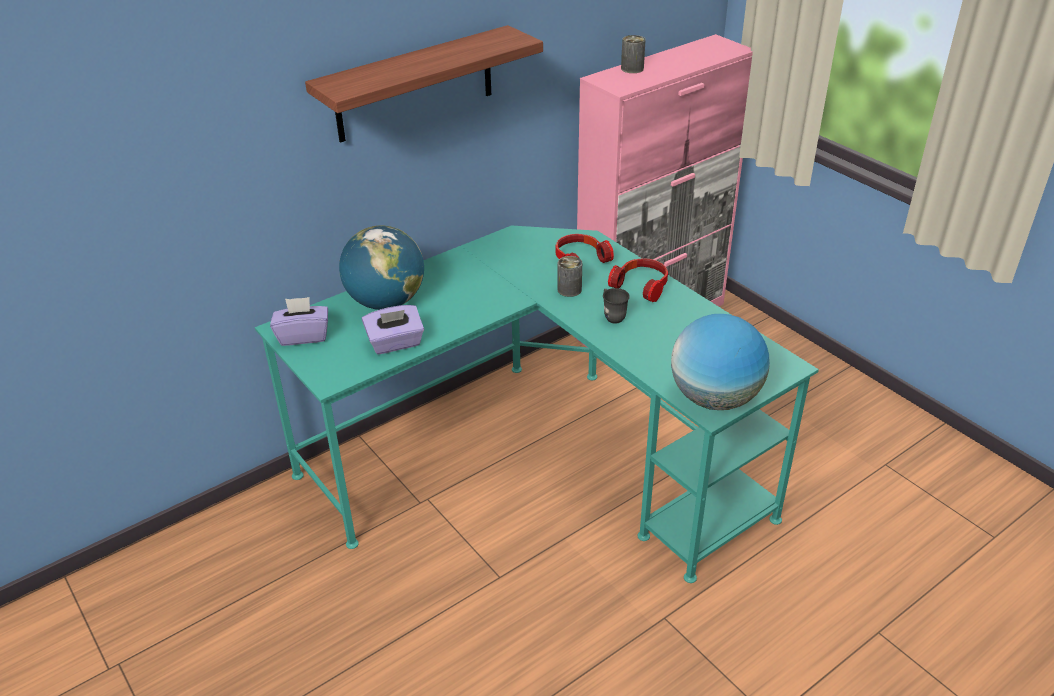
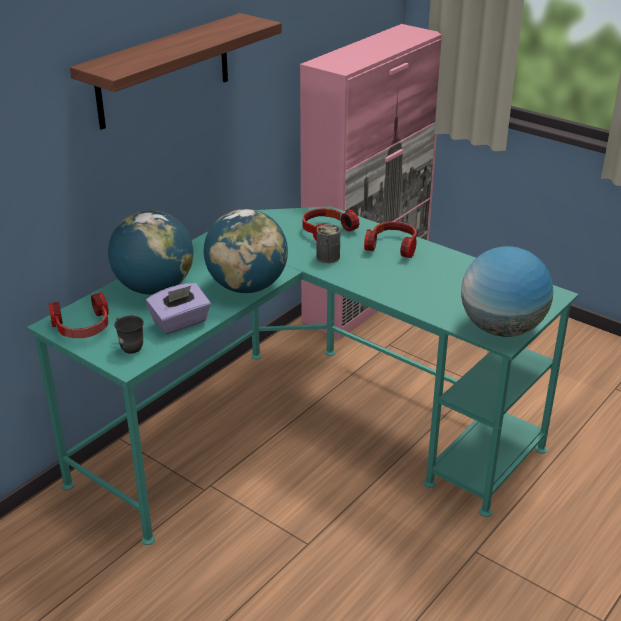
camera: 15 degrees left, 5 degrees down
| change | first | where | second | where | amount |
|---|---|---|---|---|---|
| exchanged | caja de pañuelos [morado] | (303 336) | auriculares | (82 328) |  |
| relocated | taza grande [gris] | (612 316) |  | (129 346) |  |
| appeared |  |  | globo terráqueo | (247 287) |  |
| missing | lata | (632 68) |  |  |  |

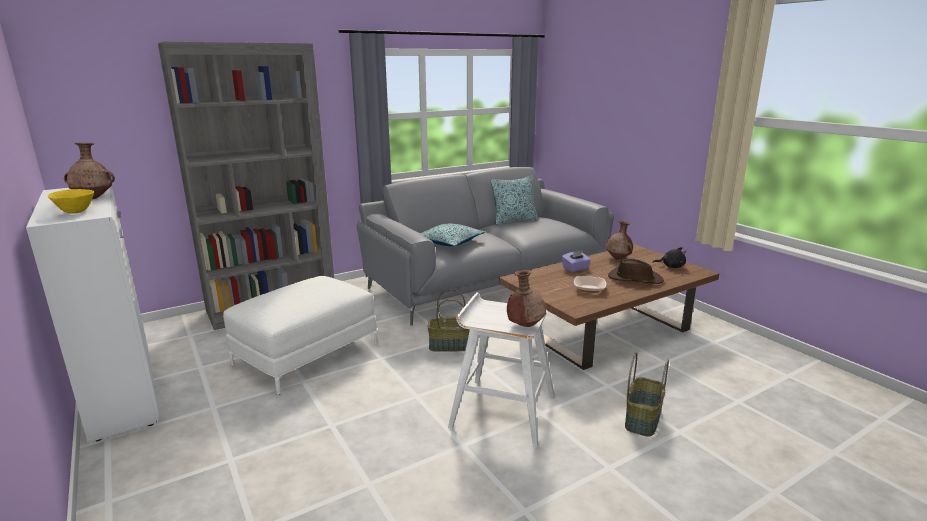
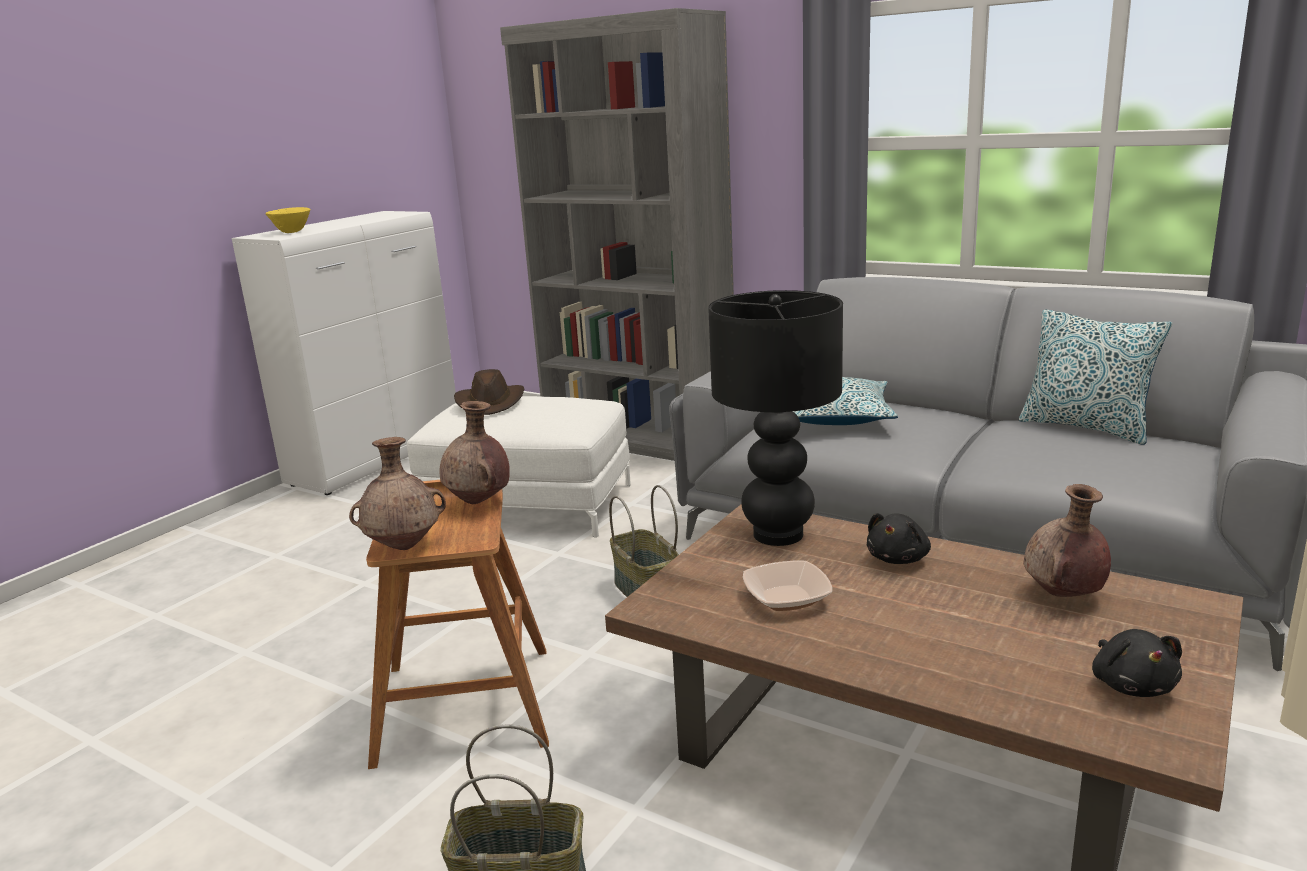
camera: 65 degrees right, 0 degrees up
| change | first | where | second | where | amount |
|---|---|---|---|---|---|
| colour | taburete [blanco] | (502 410) | taburete [marrón] | (465 702) |  |
| relocated | florero [marrón] | (94 198) |  | (479 501) |  |
| relocated | sombrero [marrón] | (634 279) |  | (490 403) |  |
| appeared |  |  | lámpara de mesa [negro] | (779 534) |  |
| exchanged | caja de pañuelos [morado] | (575 268) | peluche [negro] | (899 558) |  |

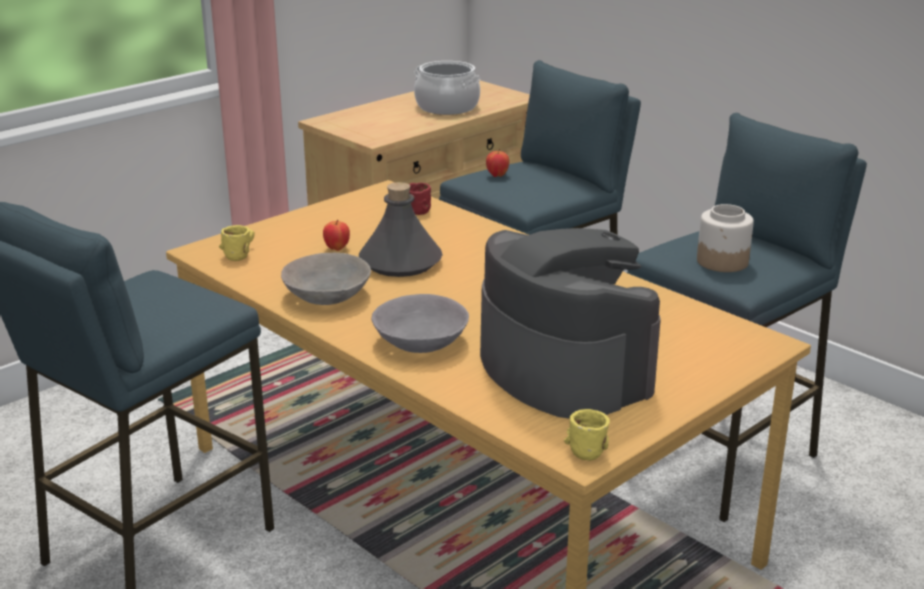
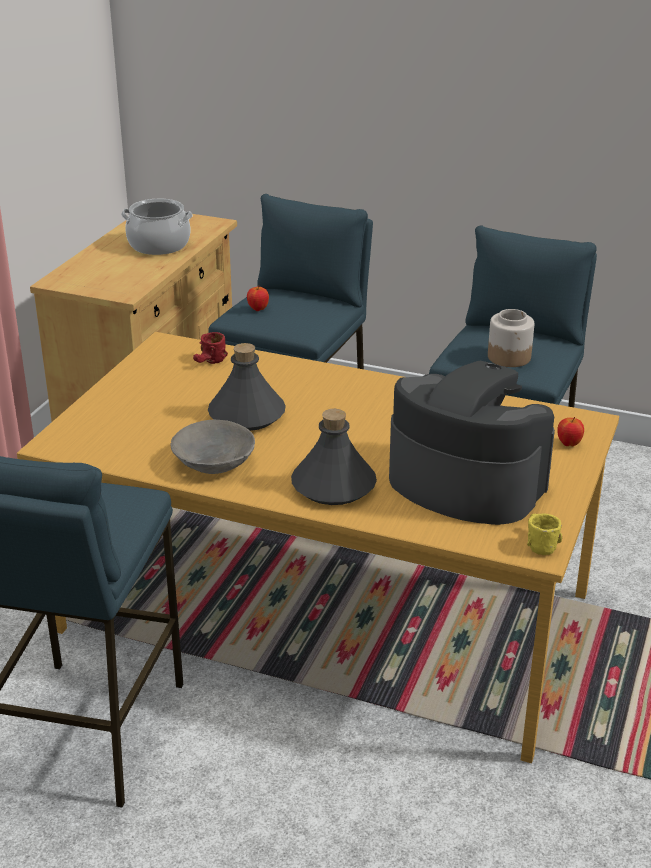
camera: 25 degrees left, 5 degrees up
| change | first | where | second | where | amount |
|---|---|---|---|---|---|
| exchanged | cuenco [gris] | (420 341) | botella [gris] | (333 486) |  |
| relocated | manzana | (337 248) |  | (569 444) |  |
| missing | taza grande [amarillo] | (240 253) |  |  |  |

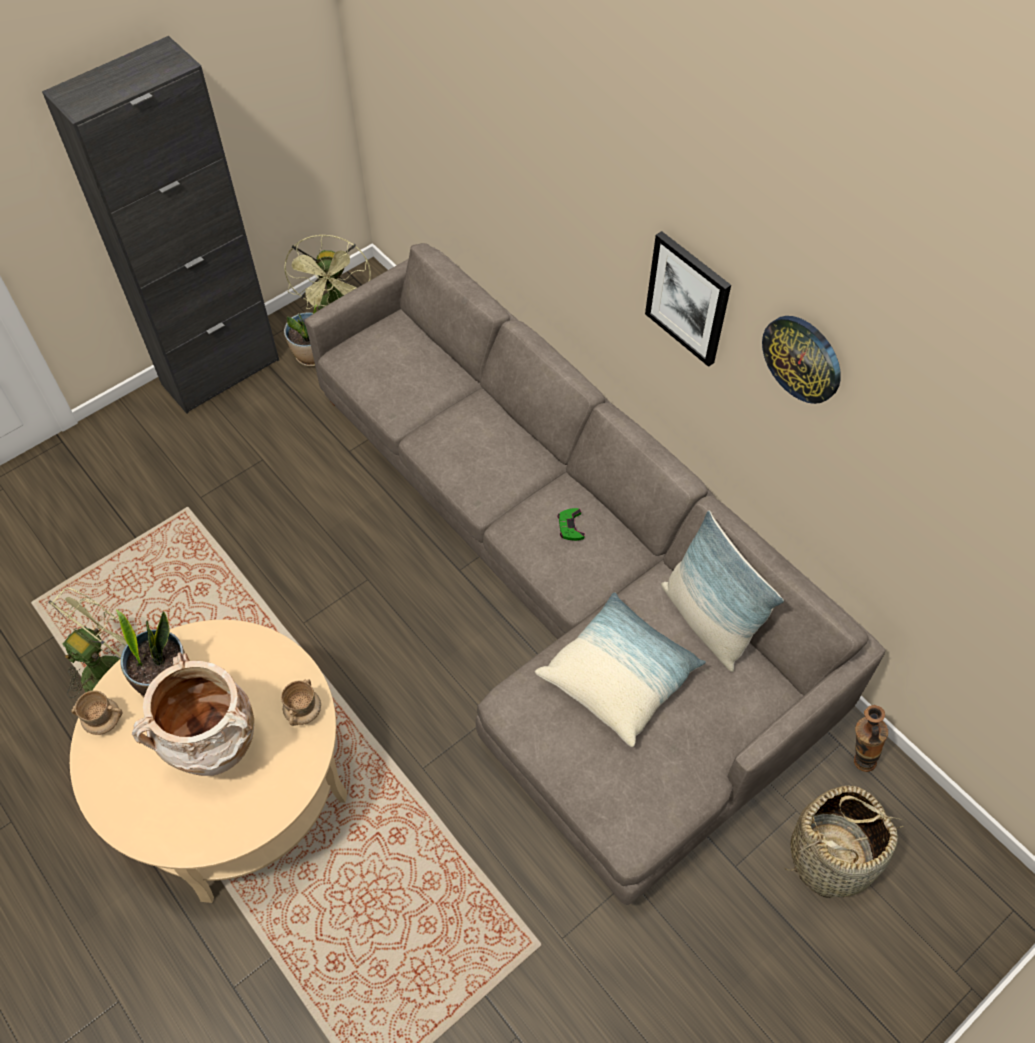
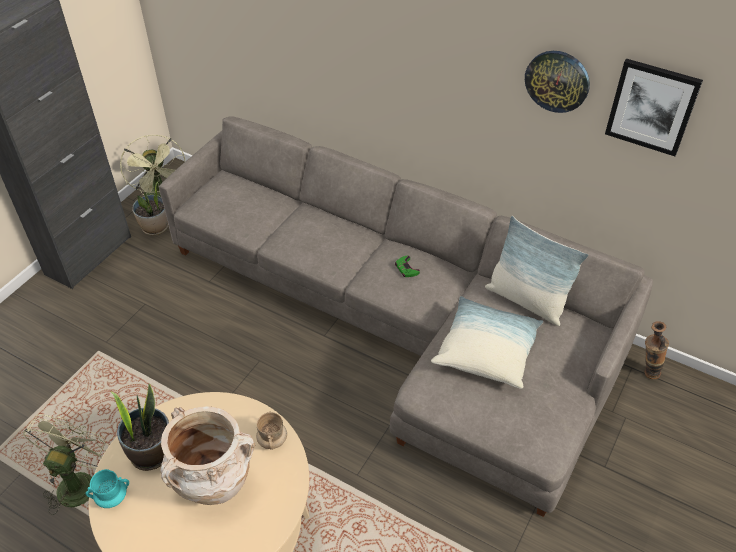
camera: 20 degrees left, 10 degrees down
| change | first | where | second | where | amount |
|---|---|---|---|---|---|
| colour | taza grande [beis] | (104 721) | taza grande [turquesa] | (112 497) |  |
| relocated | cuadro | (688 298) |  | (652 106) |  |
| missing | cesta | (832 856) |  |  |  |

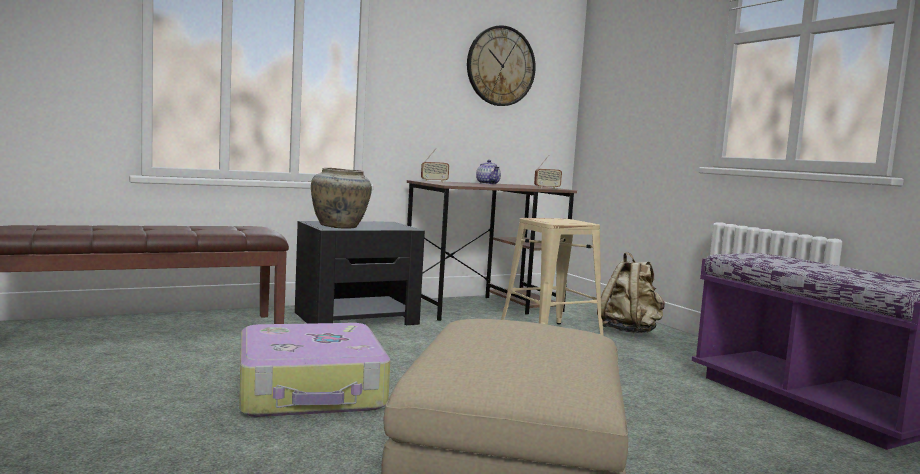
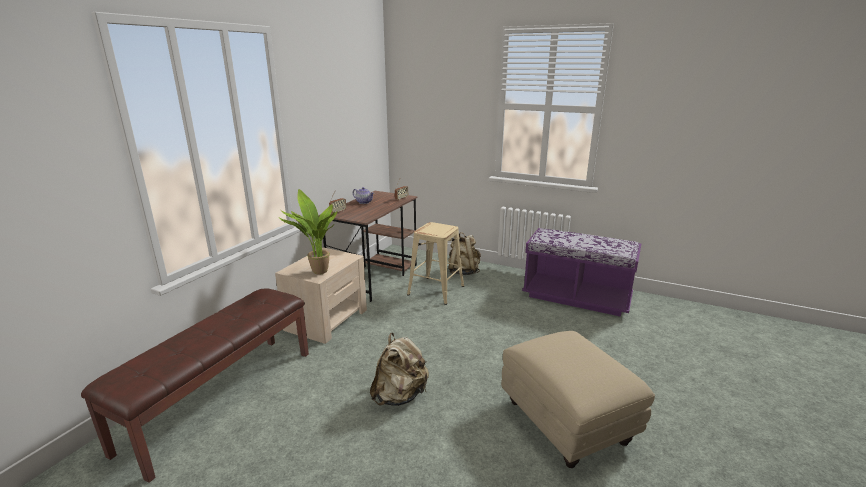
camera: 35 degrees left, 15 degrees up
| change | first | where | second | where | amount |
|---|---|---|---|---|---|
| colour | mesita de noche [negro] | (357 318) | mesita de noche [beis] | (327 319) |  |
| exchanged | florero [beis] | (339 227) | planta en maceta | (317 272) |  |
| exchanged | maleta | (312 391) | mochila [beis] | (400 396) |  |
| missing | reloj de pared | (500 66) |  |  |  |

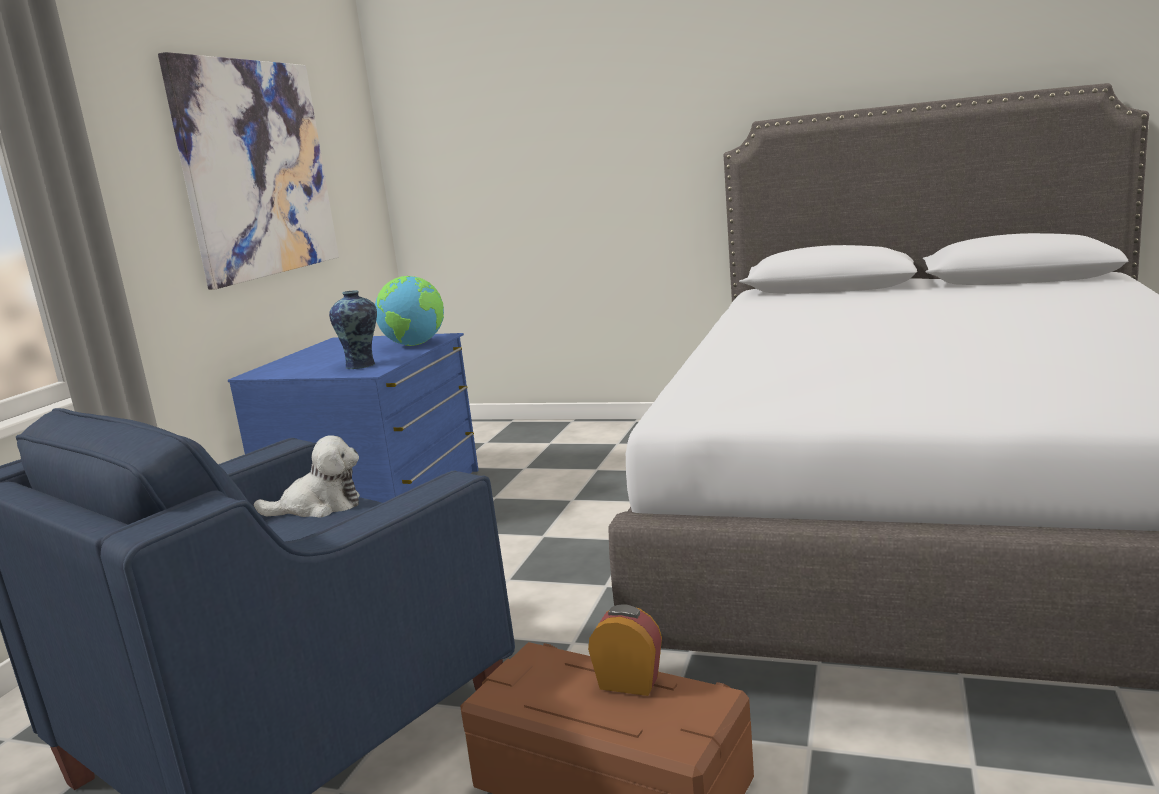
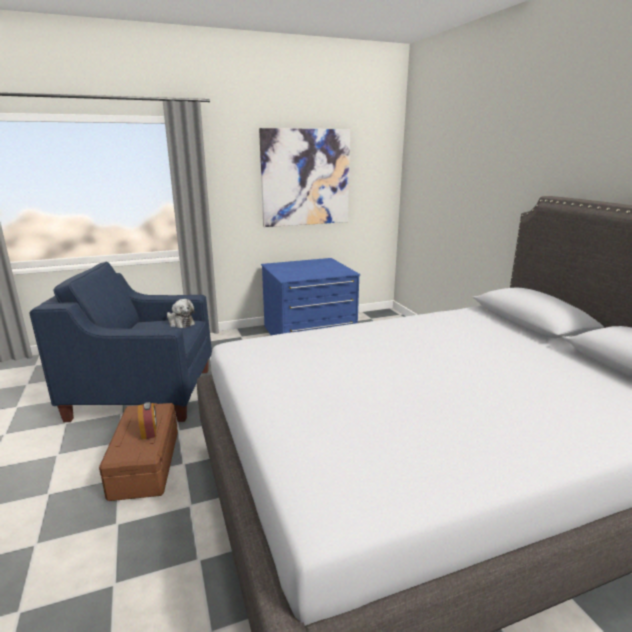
camera: 50 degrees right, 5 degrees up
| change | first | where | second | where | amount |
|---|---|---|---|---|---|
| missing | florero | (362 365) |  |  |  |
| missing | globo terráqueo | (415 344) |  |  |  |

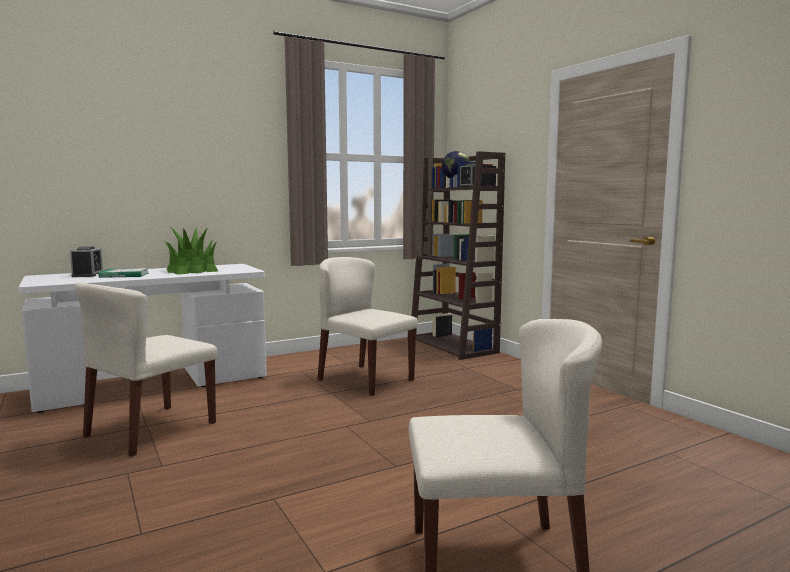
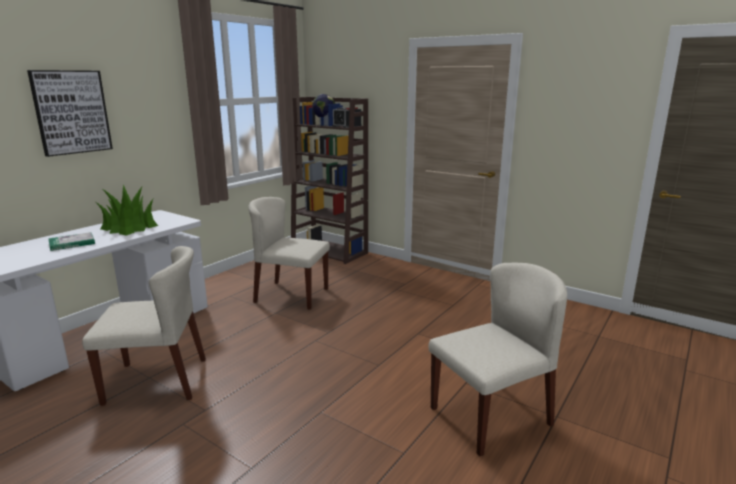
camera: 25 degrees left, 10 degrees up
| change | first | where | second | where | amount |
|---|---|---|---|---|---|
| appeared |  |  | cuadro | (71 112) |  |
| spun | silla [beis] | (151 430) |  | (157 380) | 105 degrees counterclockwise |
| missing | despertador | (88 275) |  |  |  |

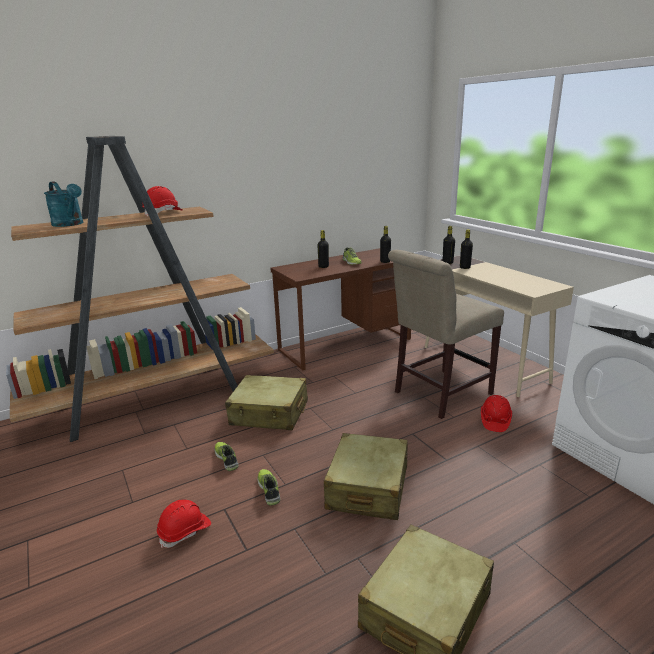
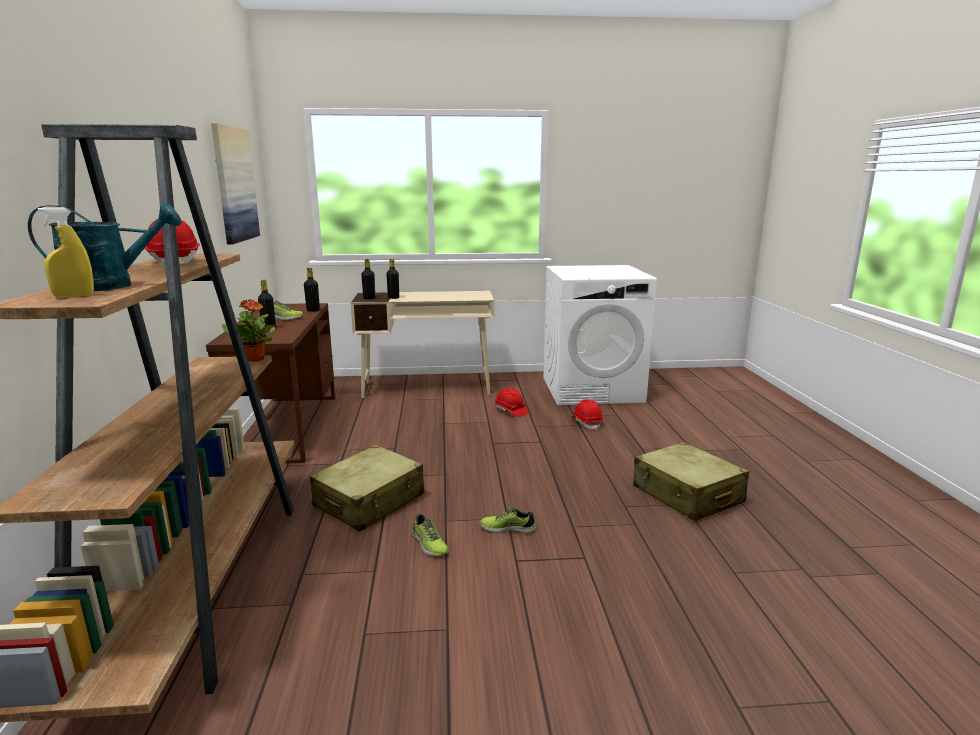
camera: 65 degrees left, 5 degrees down
| change | first | where | second | where | amount |
|---|---|---|---|---|---|
| appeared |  |  | pulverizador [amarillo] | (74 296) |  |
| appeared |  |  | cuadro | (234 184) |  |
| appeared |  |  | planta en maceta | (255 359) |  |
| spun | zapato | (227 458) |  | (429 544) | 120 degrees counterclockwise |
| relocated | casco [rojo] | (185 531) |  | (586 422) |  |
| missing | maleta [beis] | (367 488) |  |  |  |
| missing | silla [beis] | (438 394) |  |  |  |

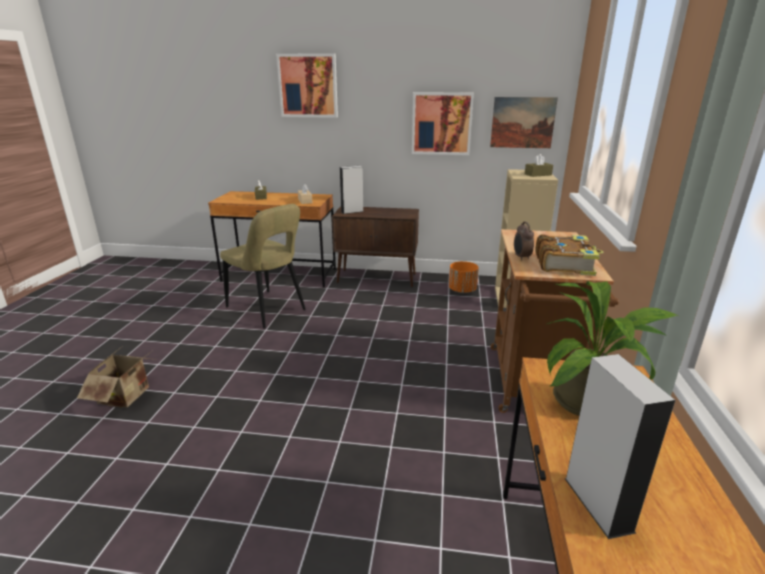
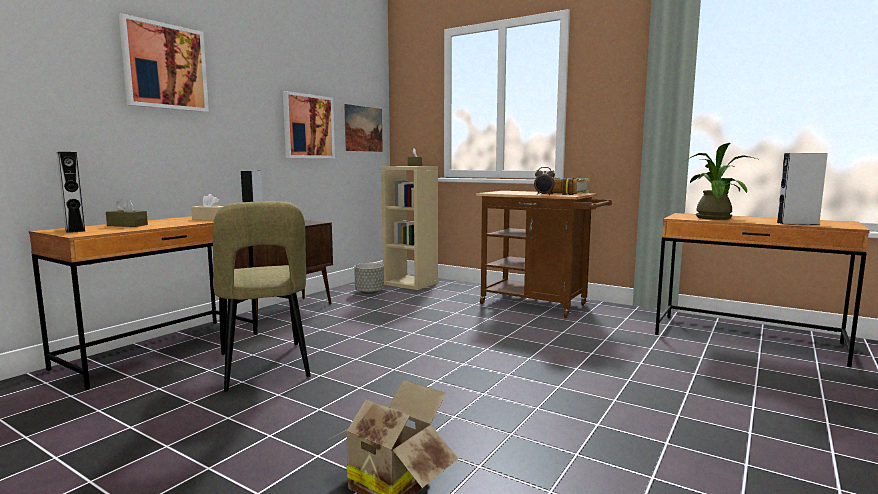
camera: 65 degrees left, 15 degrees down
| change | first | where | second | where | amount |
|---|---|---|---|---|---|
| appeared |  |  | altavoz [gris] | (75 230) |  |
| spun | silla [beis] | (268 310) |  | (264 368) | 90 degrees clockwise |
| colour | maceta [naranja] | (462 290) | maceta [gris] | (369 292) |  |

